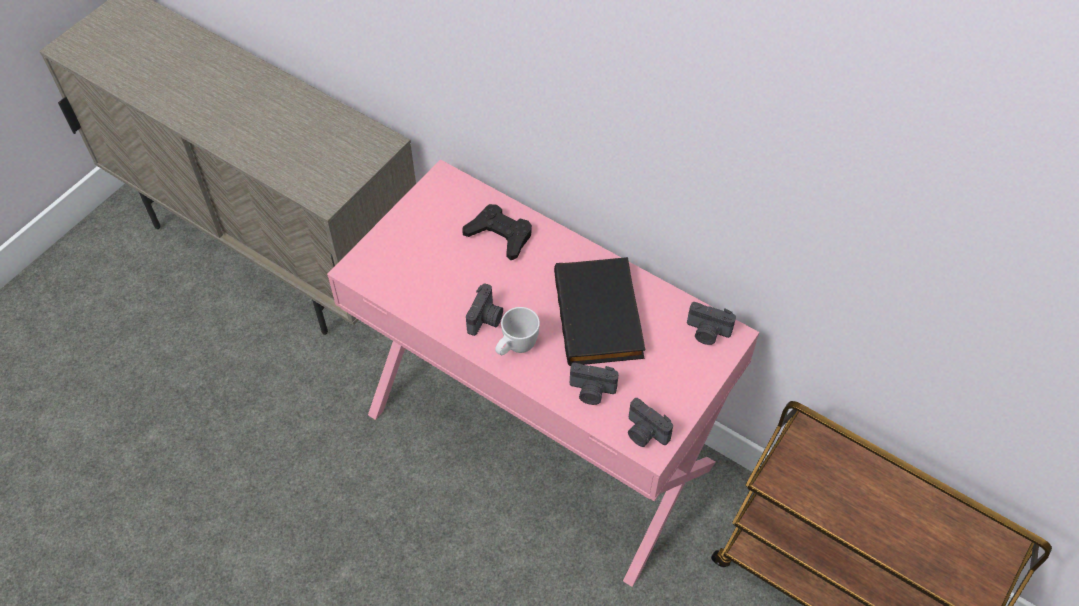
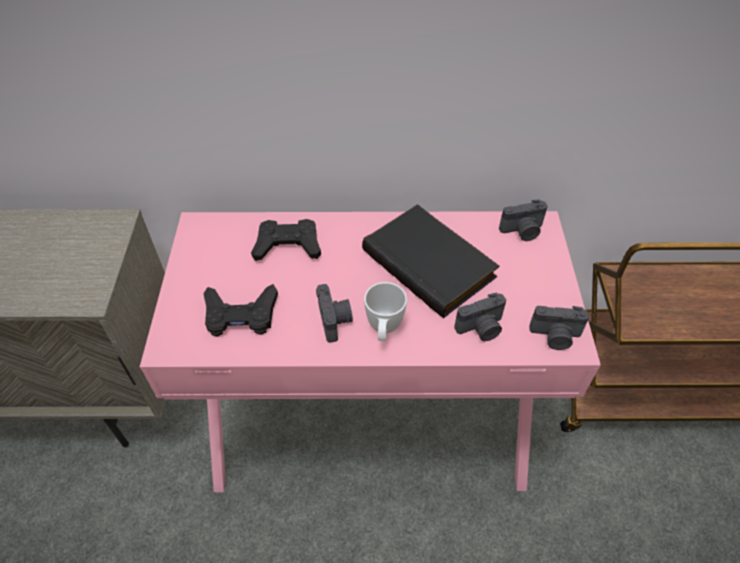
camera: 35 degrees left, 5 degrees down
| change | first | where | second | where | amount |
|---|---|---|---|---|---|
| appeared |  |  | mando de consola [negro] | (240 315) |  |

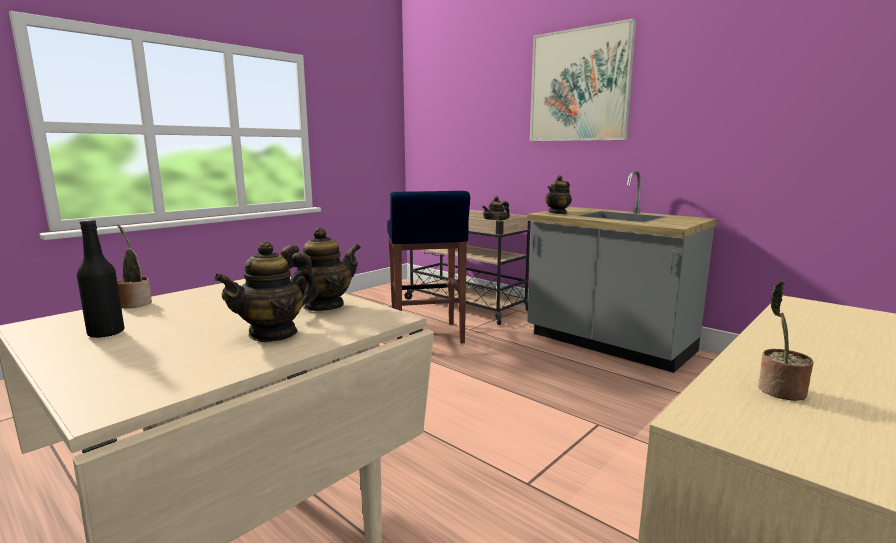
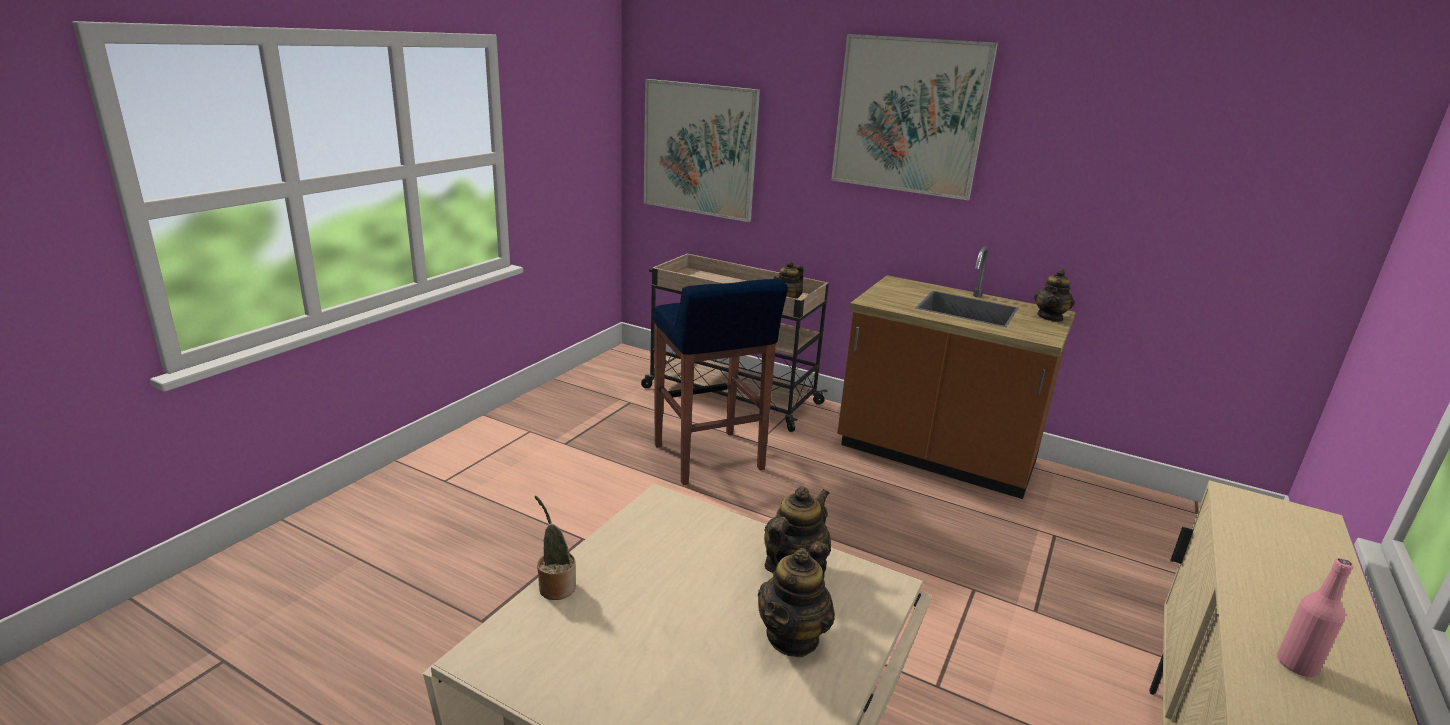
camera: 15 degrees left, 10 degrees up
| change | first | where | second | where | amount |
|---|---|---|---|---|---|
| appeared |  |  | cuadro | (699 149) |  |
| colour | mueble bajo de cocina [gris] | (608 344) | mueble bajo de cocina [marrón] | (935 457) |  |
| relocated | tetera | (558 212) |  | (1050 317) |  |
| exchanged | planta en maceta | (779 391) | botella [rosa] | (1296 665) |  |
| missing | botella [negro] | (106 333) |  |  |  |

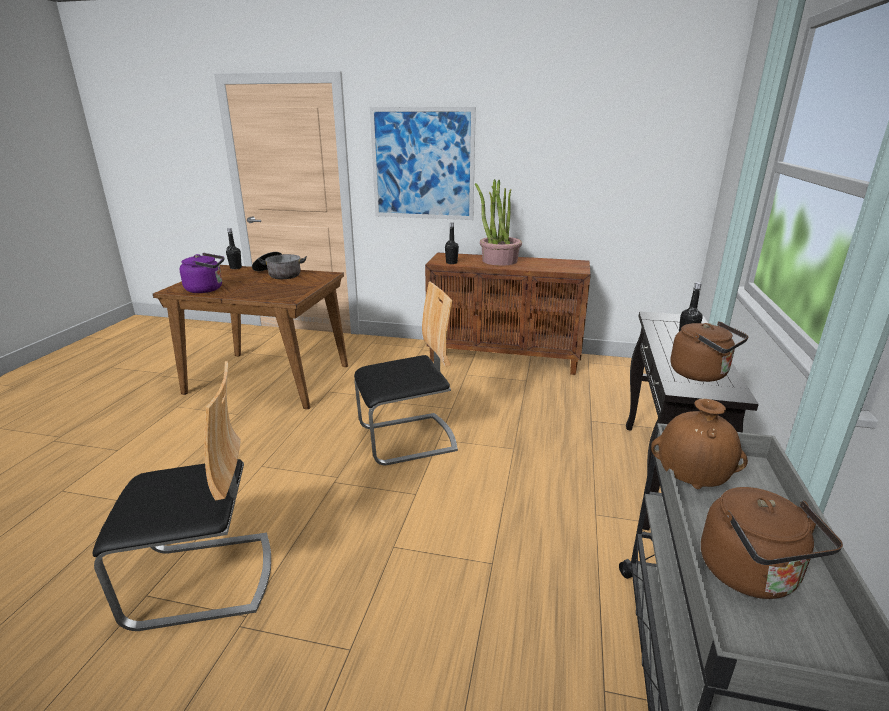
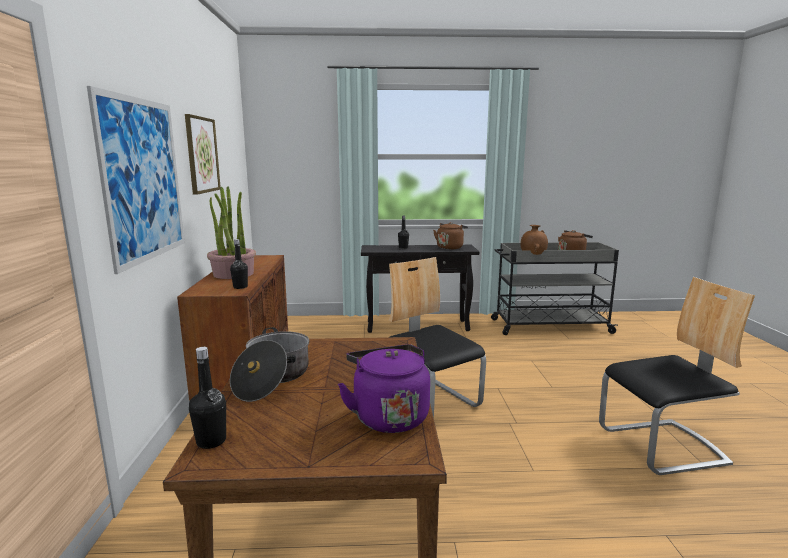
camera: 105 degrees left, 10 degrees down
| change | first | where | second | where | amount |
|---|---|---|---|---|---|
| appeared |  |  | cuadro | (202 155) |  |
| spun | silla | (202 580) |  | (662 446) | 105 degrees clockwise |

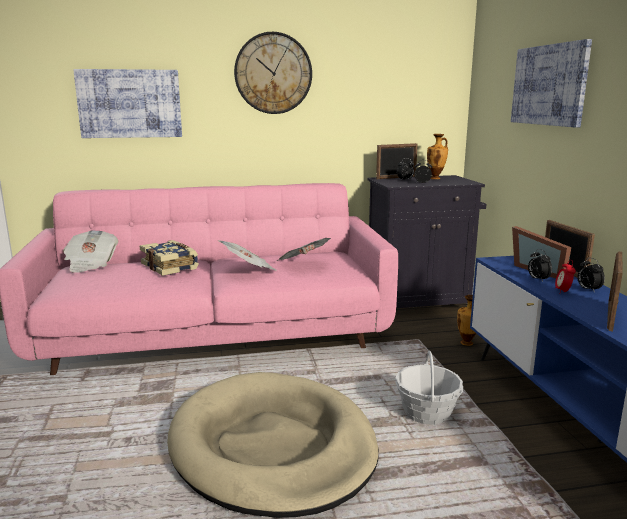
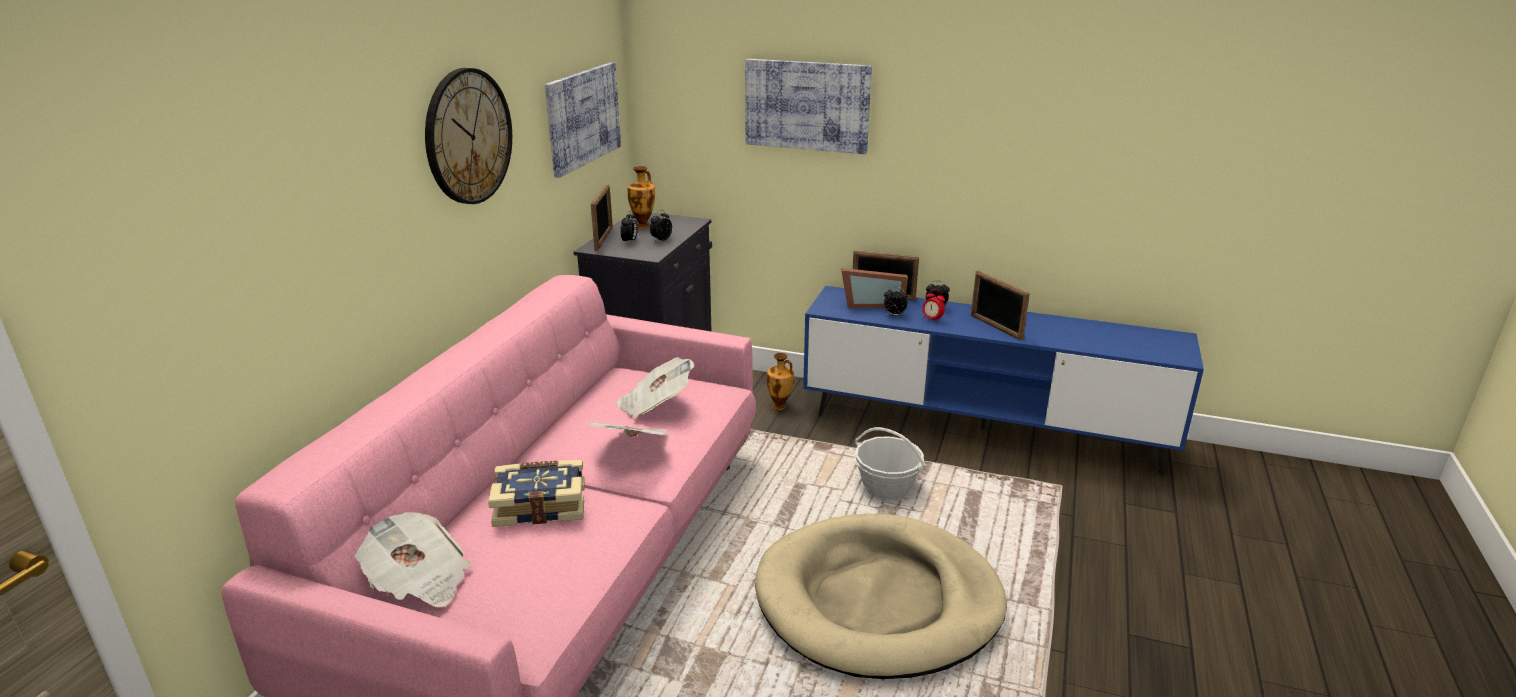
camera: 60 degrees left, 10 degrees up
| change | first | where | second | where | amount |
|---|---|---|---|---|---|
| relocated | cuadro | (130 104) |  | (582 117) |  |

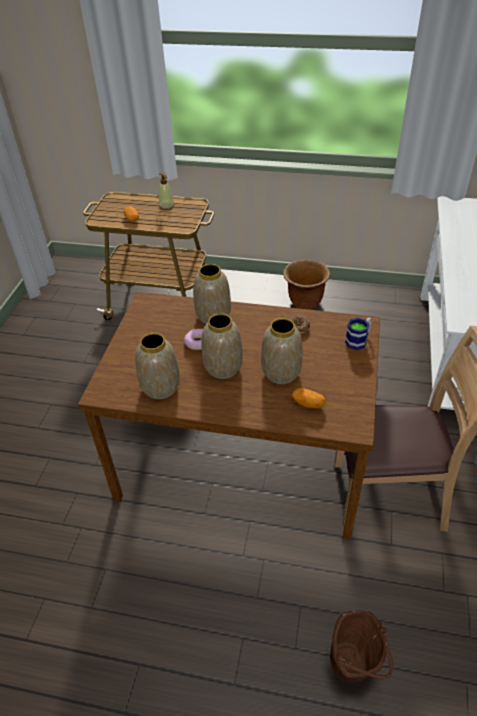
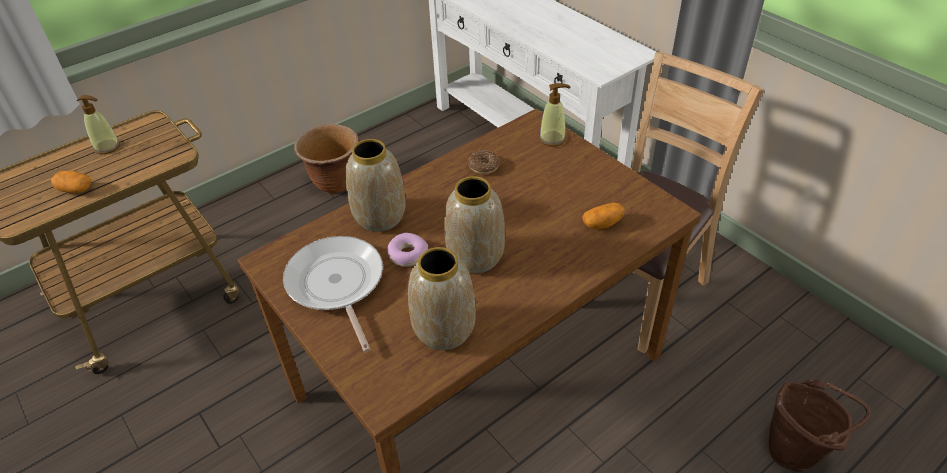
camera: 50 degrees left, 0 degrees up
| change | first | where | second | where | amount |
|---|---|---|---|---|---|
| appeared |  |  | sartén | (336 285) |  |
| exchanged | taza grande | (358 340) | dispensador de jabón | (552 139) |  |
| missing | florero | (281 372) |  |  |  |

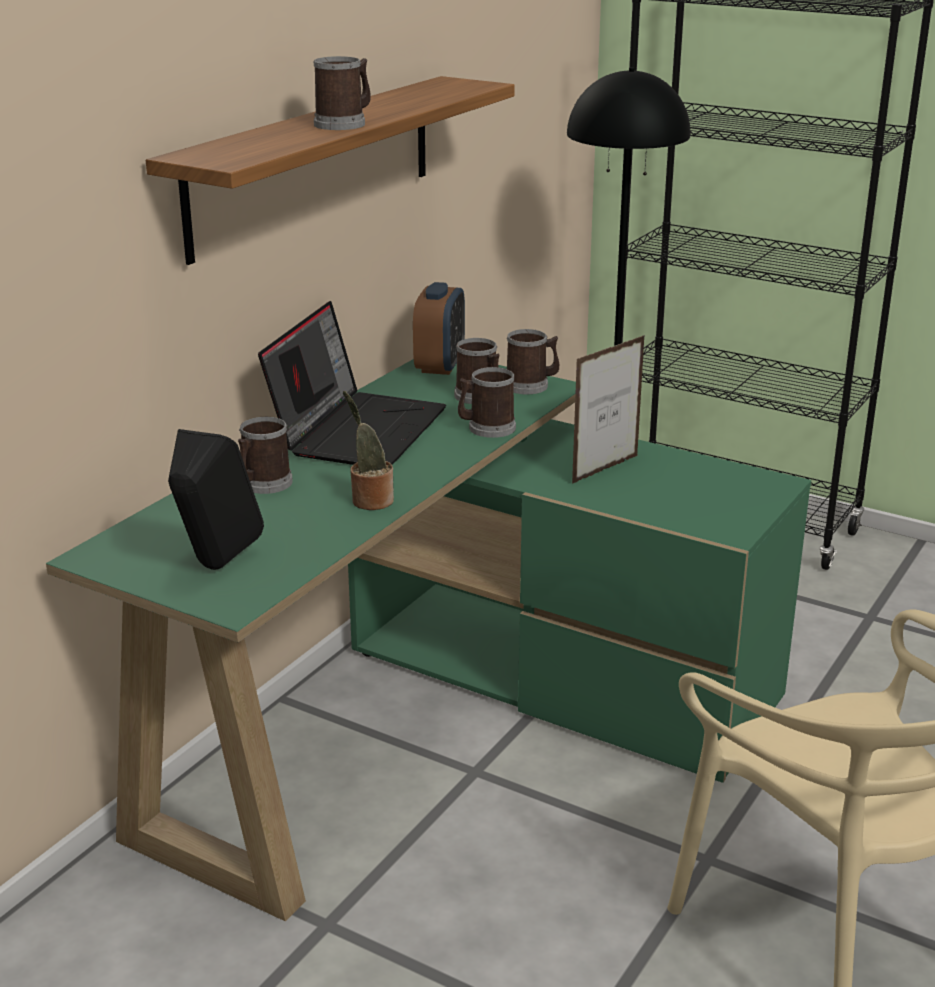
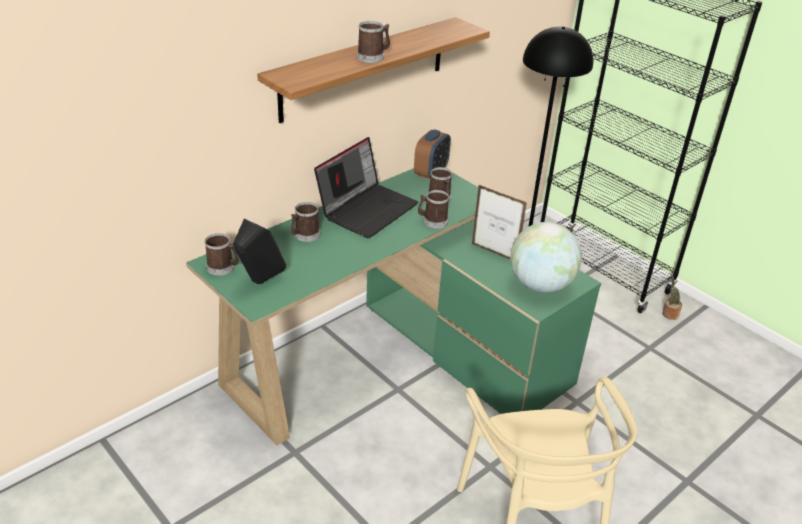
camera: 15 degrees right, 10 degrees up
| change | first | where | second | where | amount |
|---|---|---|---|---|---|
| relocated | taza grande | (531 386) |  | (223 267) |  |
| spun | portarretratos | (605 469) |  | (493 253) | 120 degrees counterclockwise |
| appeared |  |  | globo terráqueo | (540 285) |  |
| relocated | planta en maceta | (369 500) |  | (669 314) |  |

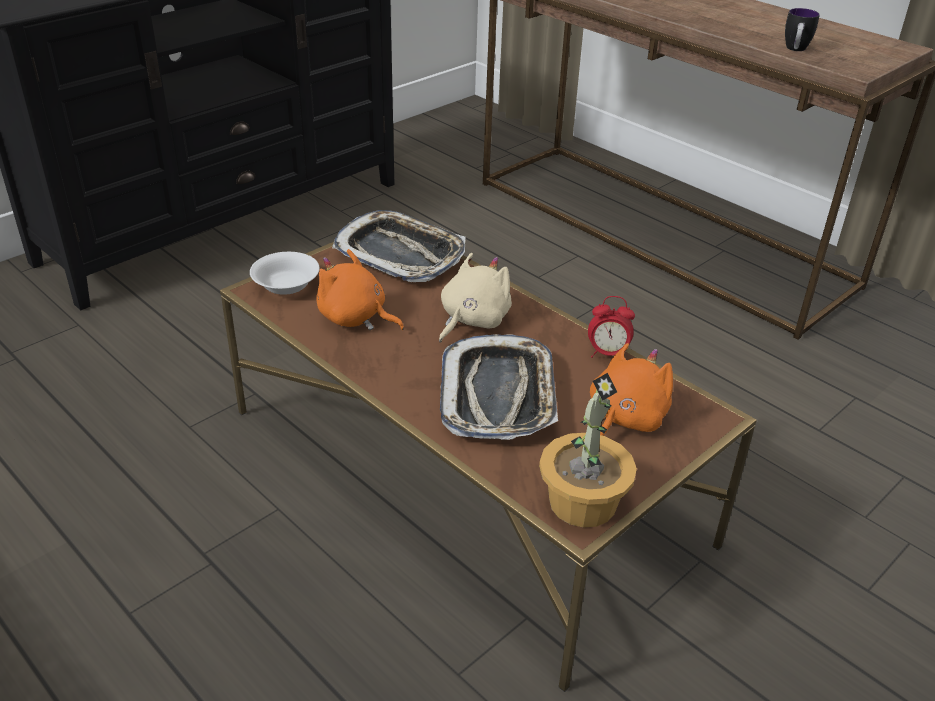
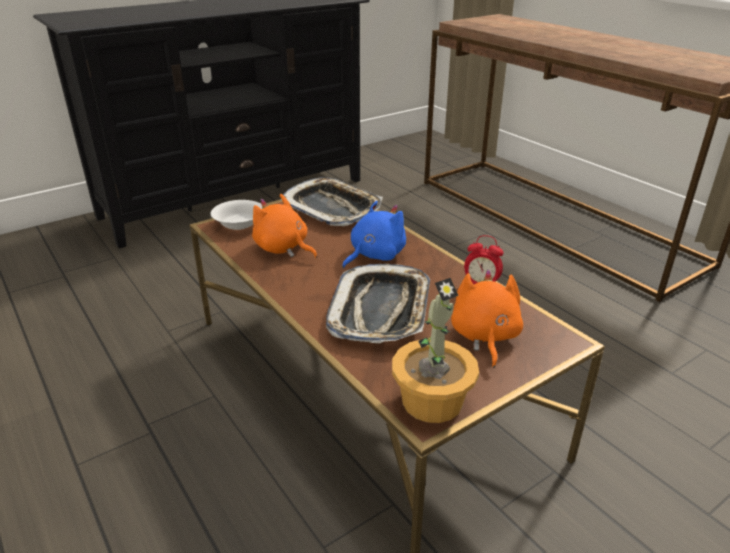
camera: 10 degrees right, 5 degrees down
| change | first | where | second | where | amount |
|---|---|---|---|---|---|
| colour | peluche [beis] | (472 320) | peluche [azul] | (374 255) |  |
| spun | peluche [naranja] | (624 419) |  | (484 336) | 45 degrees counterclockwise |
| missing | taza grande | (795 50) |  |  |  |

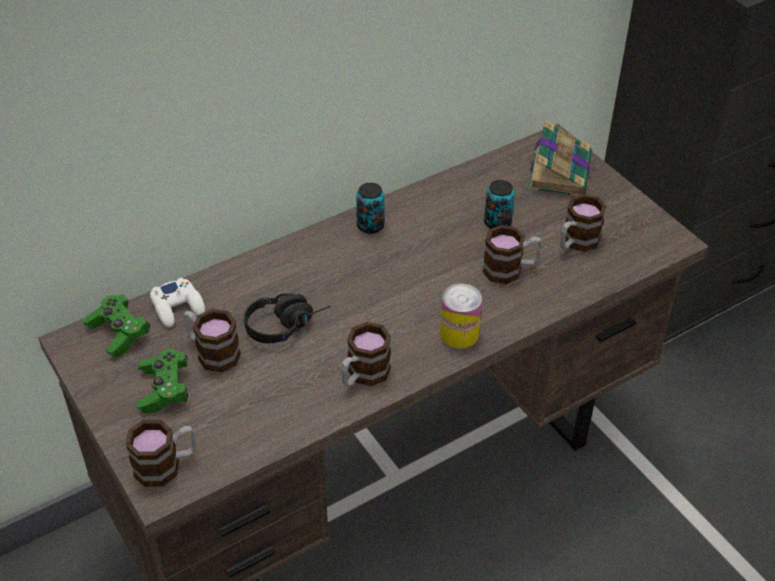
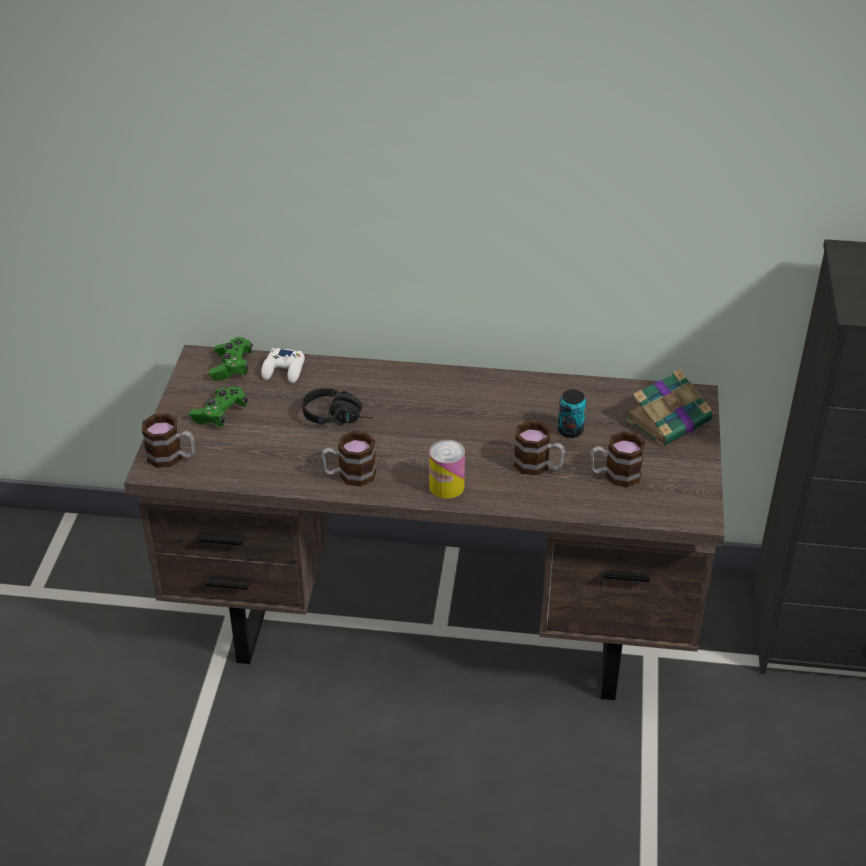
camera: 40 degrees right, 5 degrees down
| change | first | where | second | where | amount |
|---|---|---|---|---|---|
| missing | taza grande | (212 352) |  |  |  |
| missing | lata | (370 226) |  |  |  |

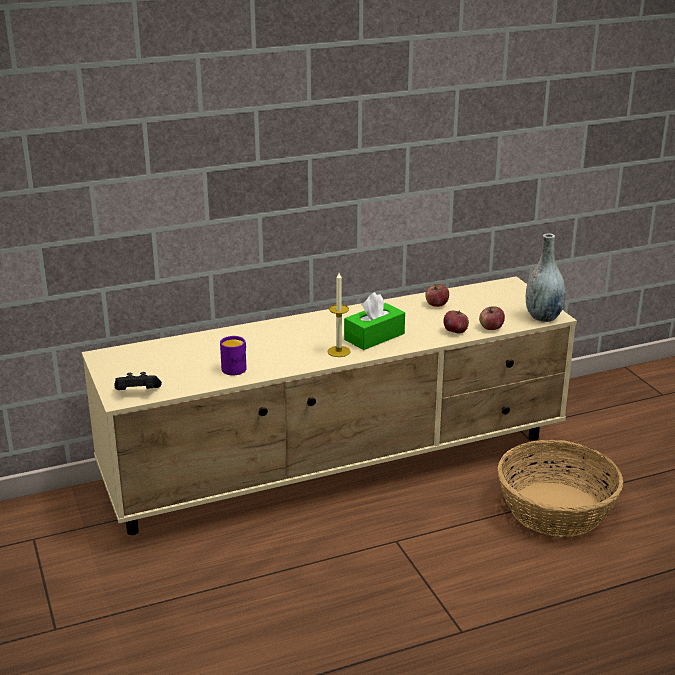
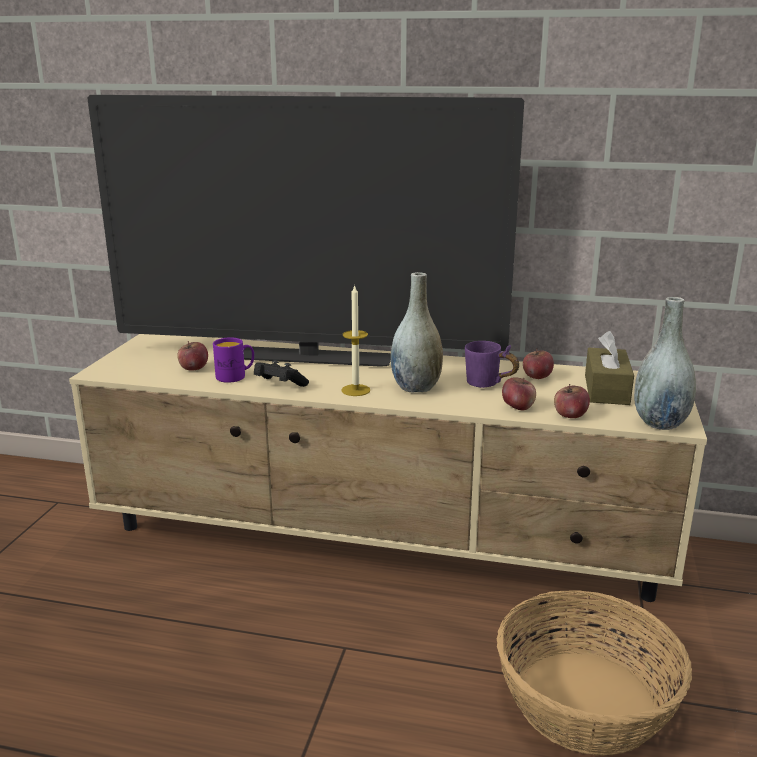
camera: 35 degrees right, 5 degrees down
| change | first | where | second | where | amount |
|---|---|---|---|---|---|
| appeared |  |  | televisor | (308 358) |  |
| appeared |  |  | manzana | (193 368) |  |
| relocated | mando de consola [negro] | (137 392) |  | (279 385) |  |
| exchanged | caja de pañuelos [verde] | (374 337) | florero [gris] | (416 387) |  |
| appeared |  |  | taza grande [morado] | (487 387) |  |
| appeared |  |  | caja de pañuelos [marrón] | (606 389) |  |

